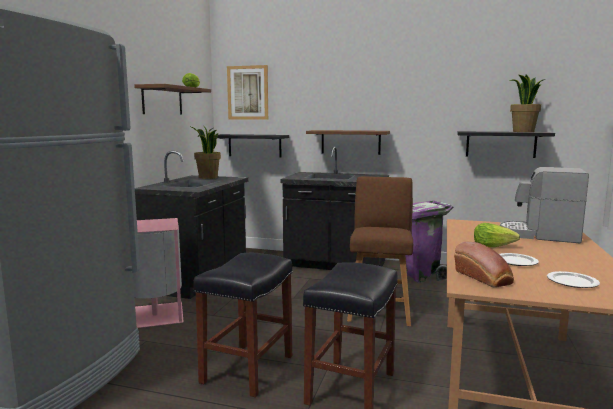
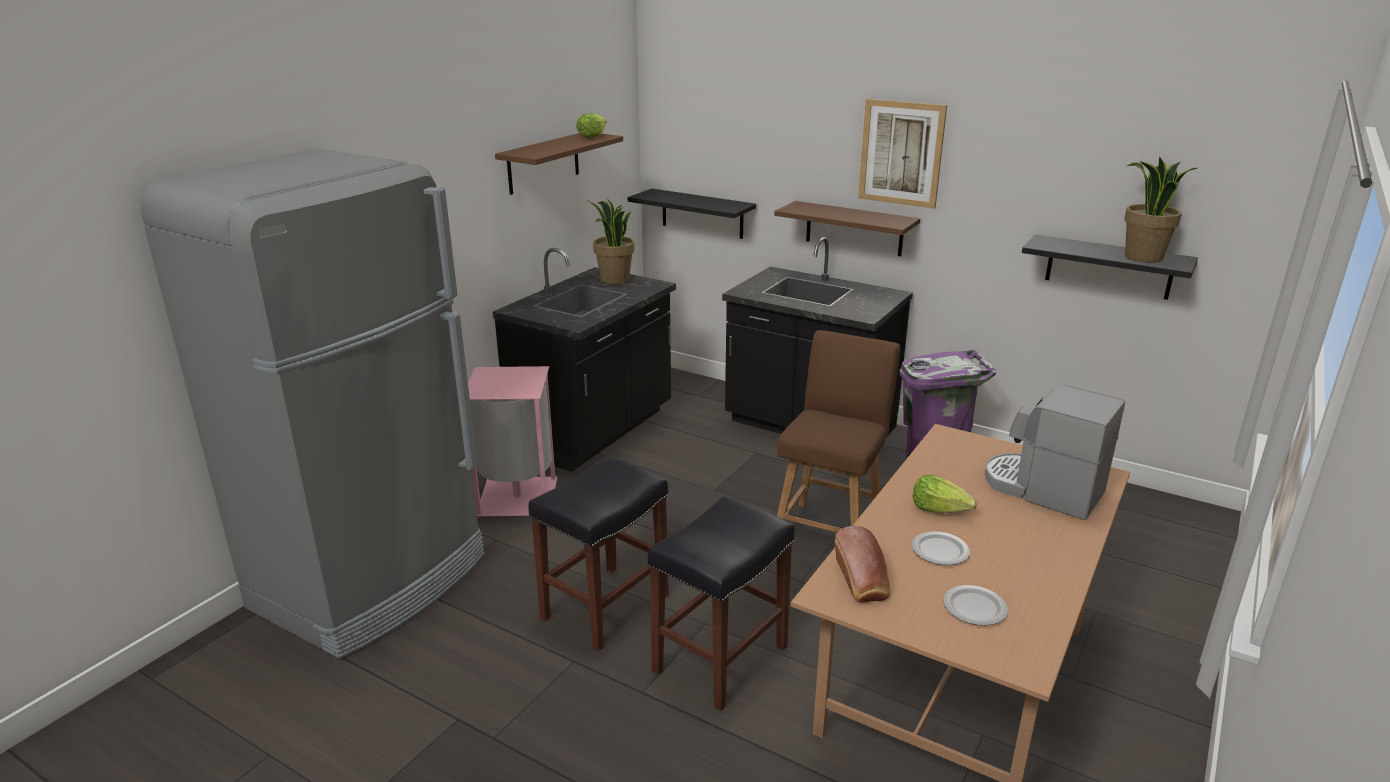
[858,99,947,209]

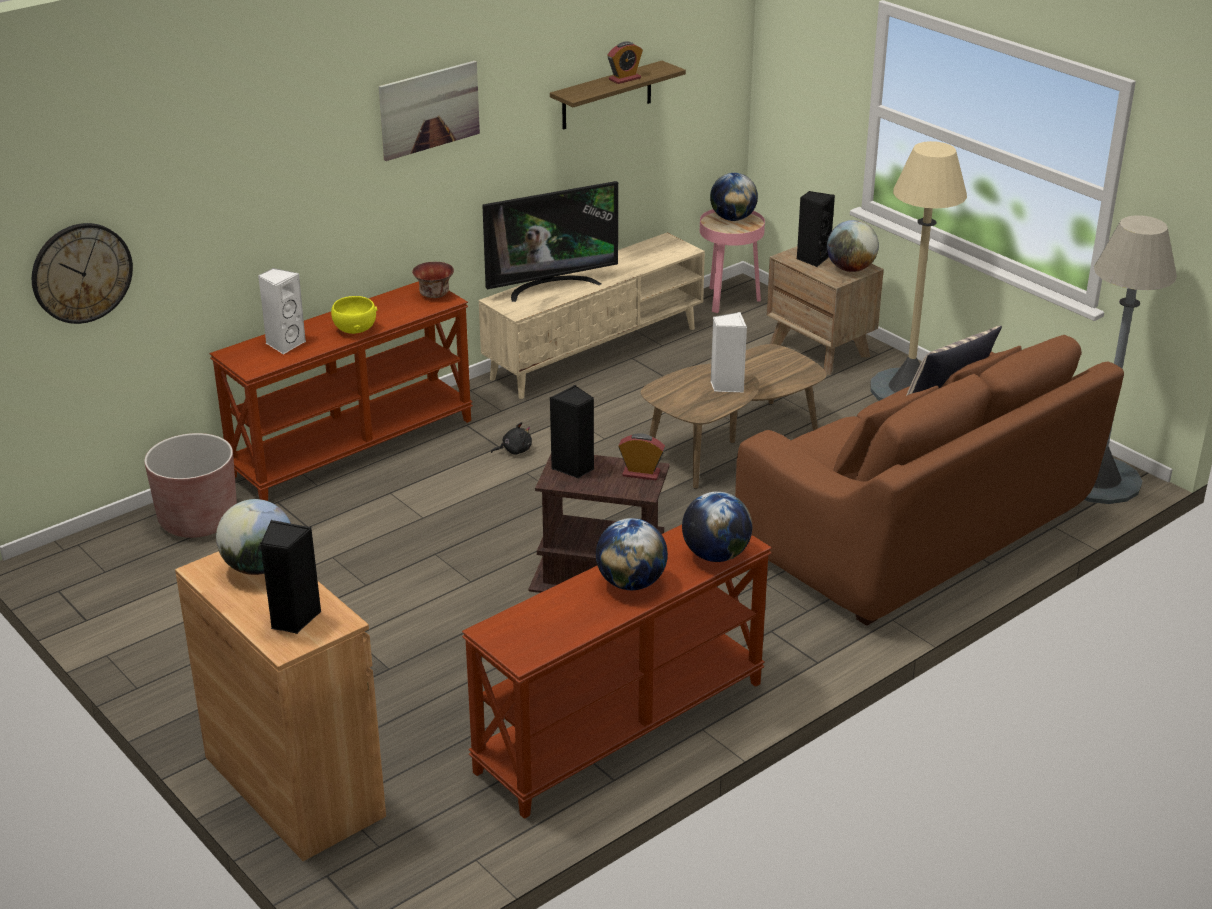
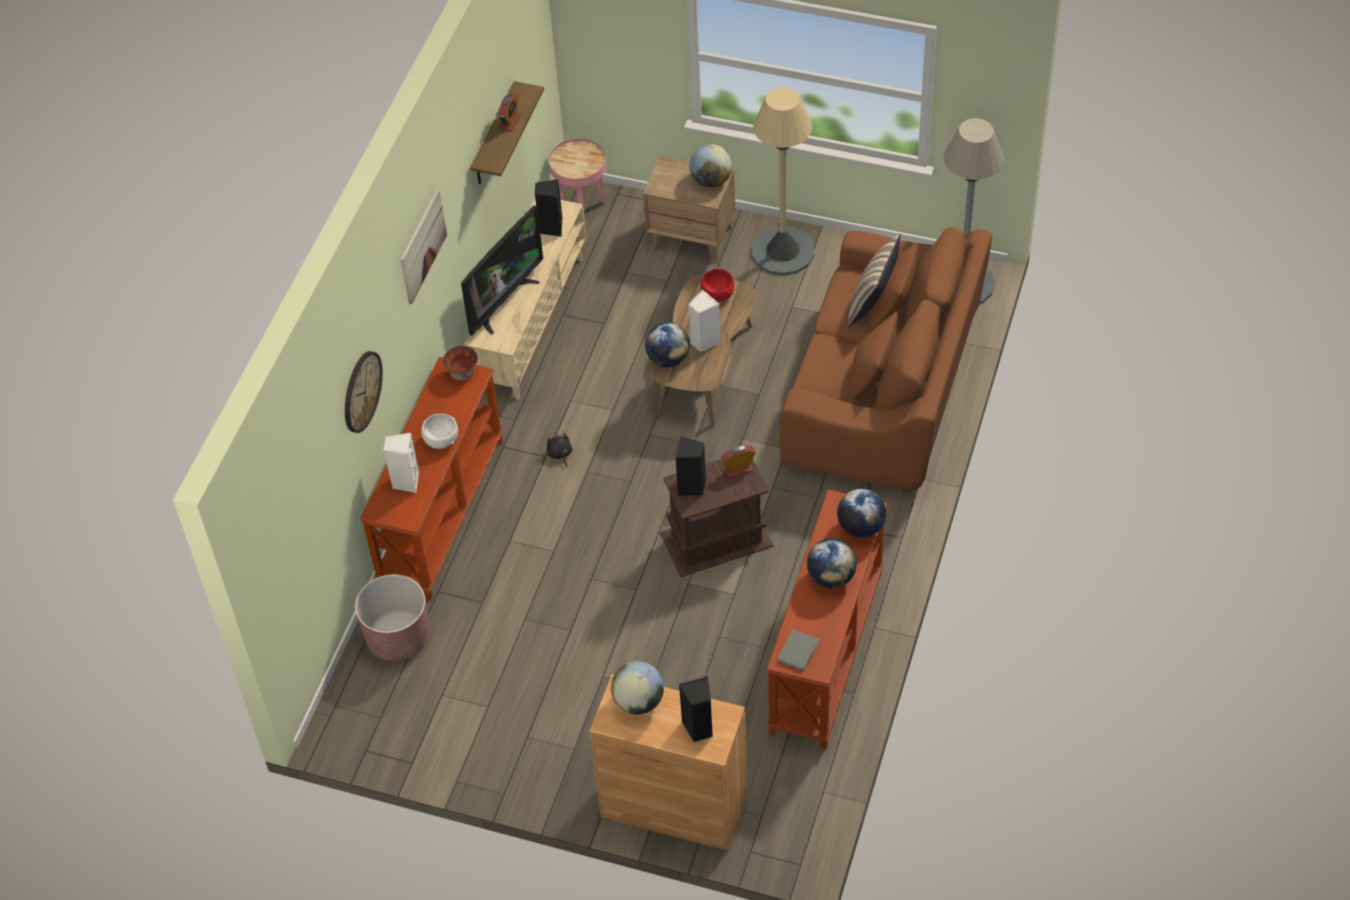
[645,323,690,367]
[535,179,563,237]
[345,351,383,433]
[421,414,458,449]
[547,432,573,468]
[701,269,734,301]
[777,629,819,671]

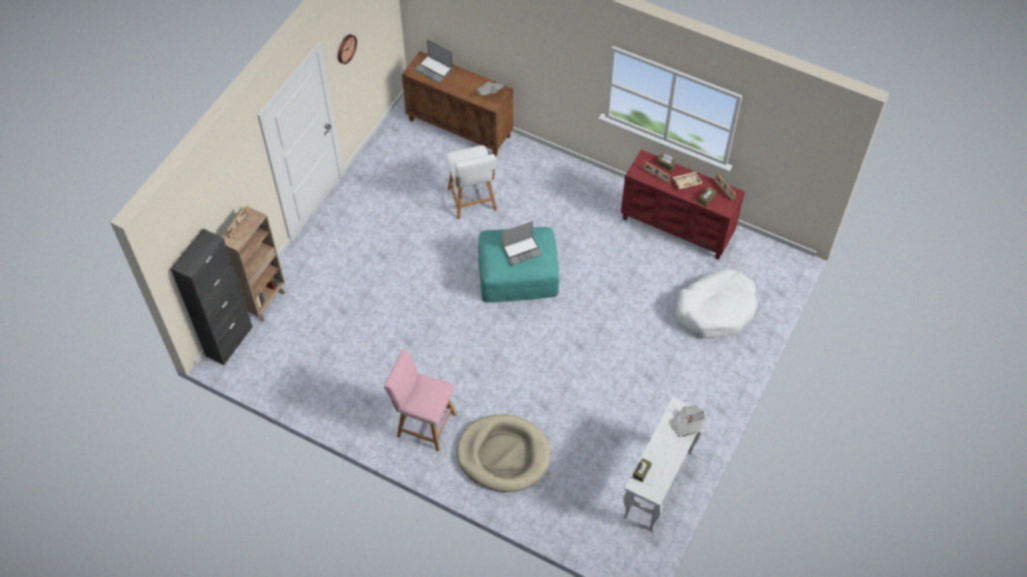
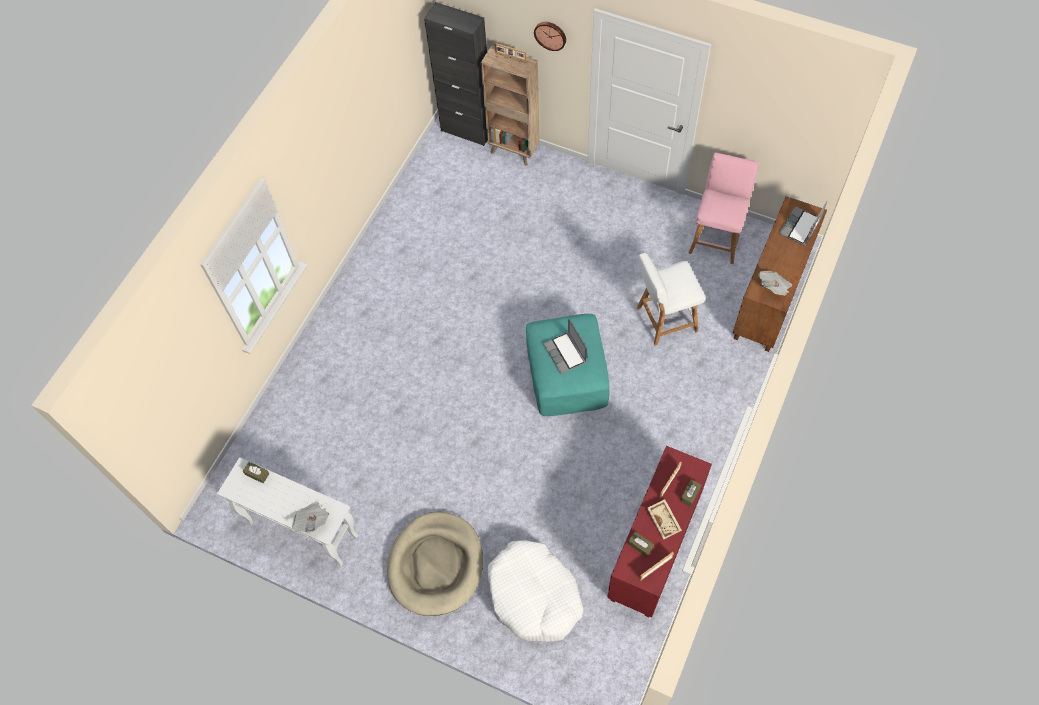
[534,22,566,51]
[689,152,759,264]
[387,512,483,616]

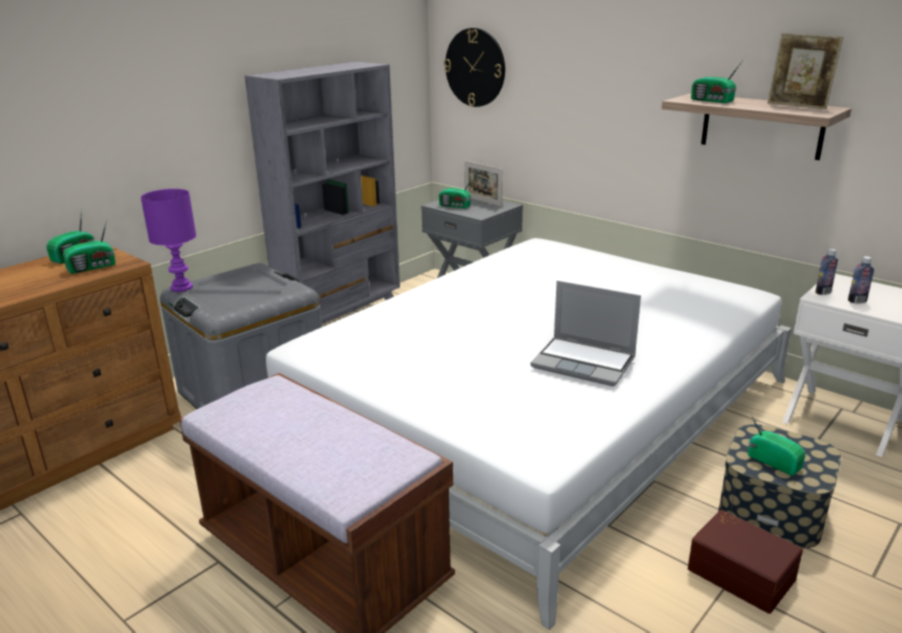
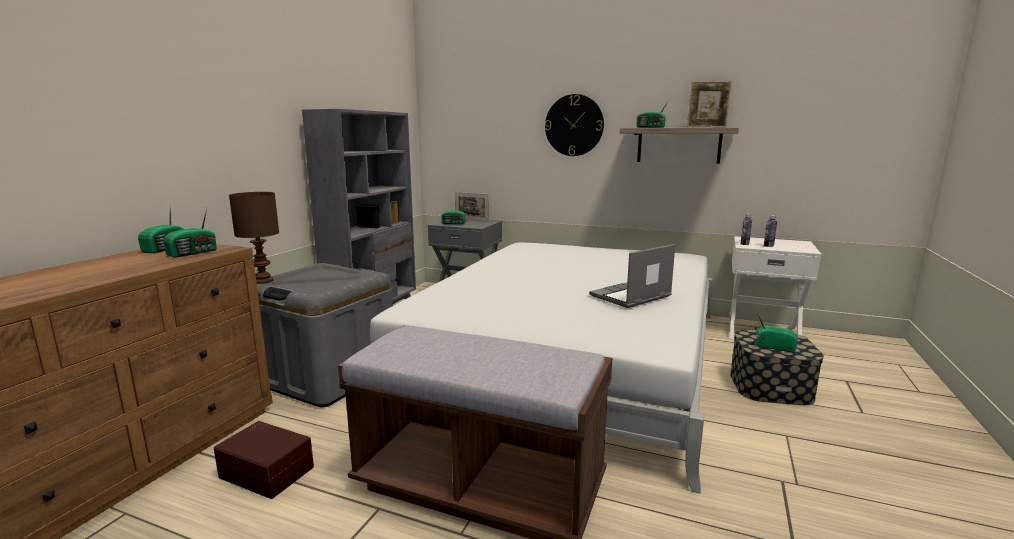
[545,94,604,156]
[229,192,279,284]
[589,244,675,308]
[214,421,314,499]

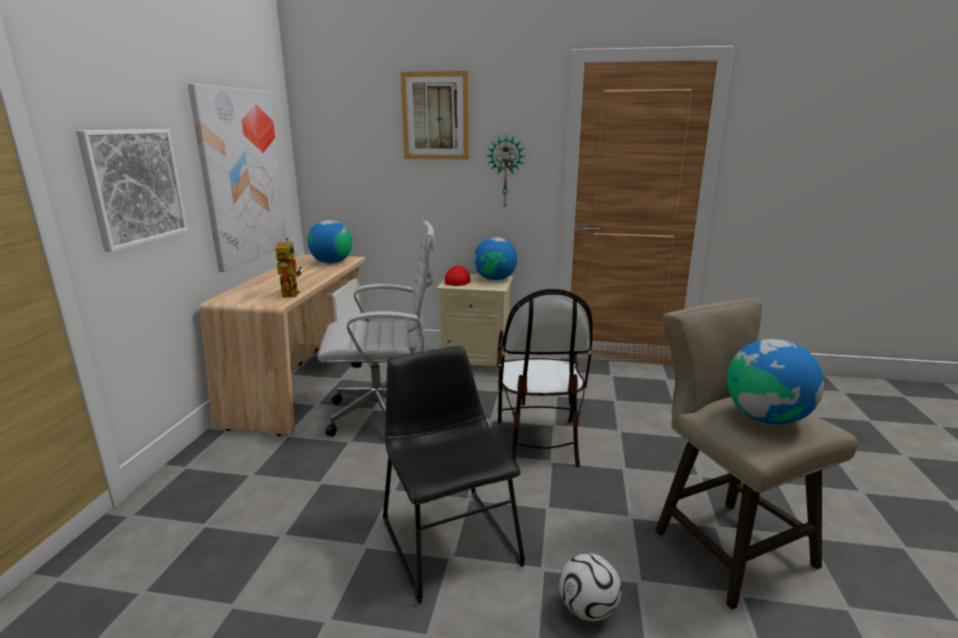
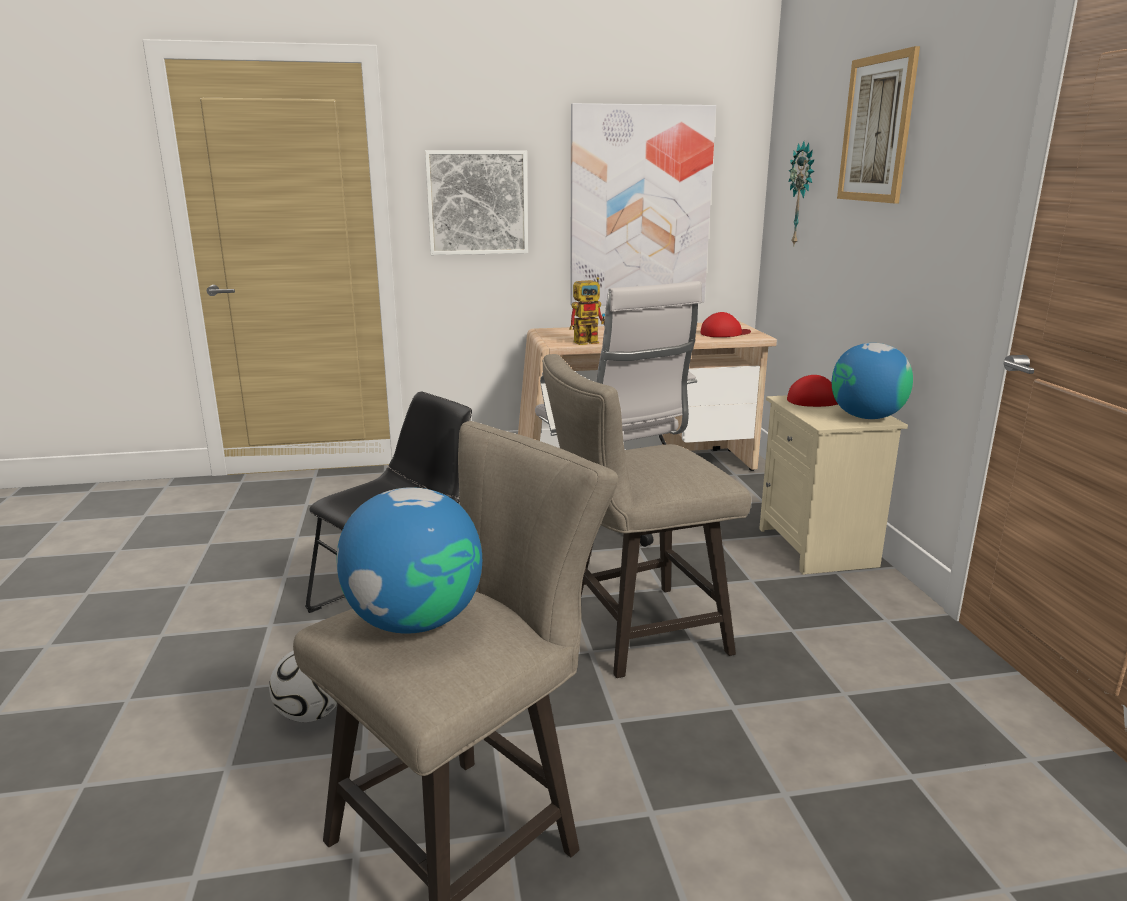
[788,141,815,245]
[700,312,751,337]
[542,354,751,678]

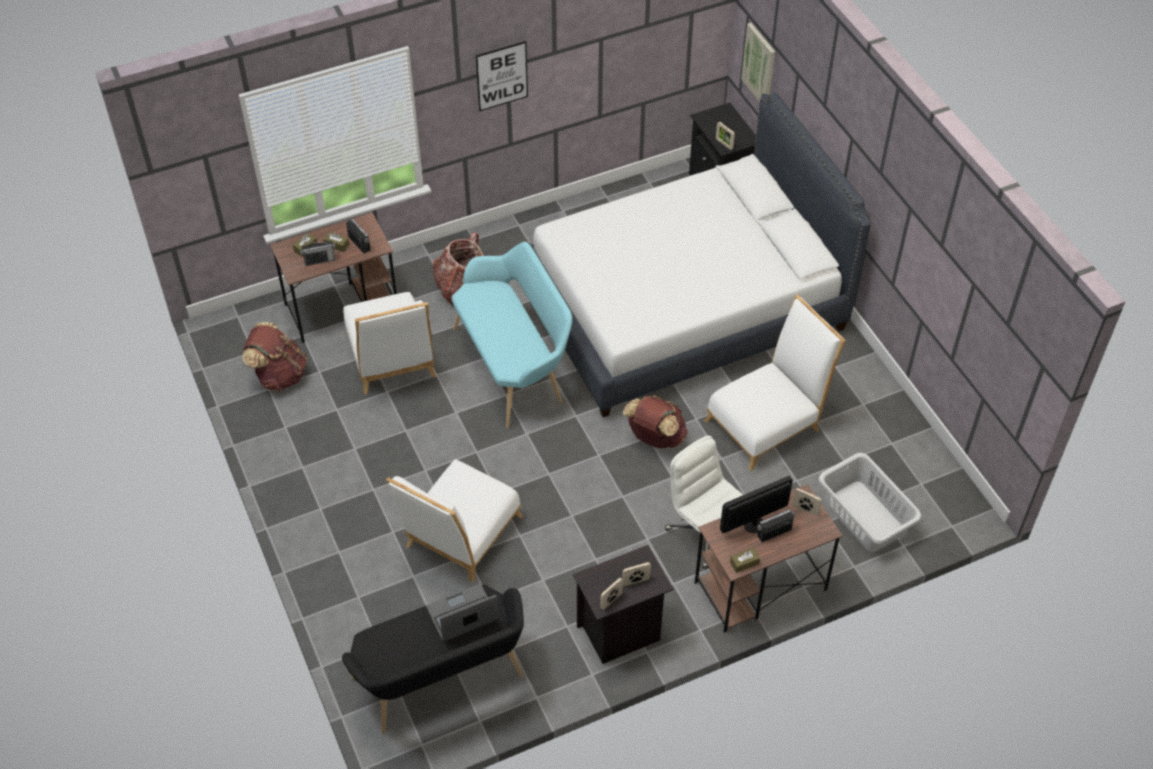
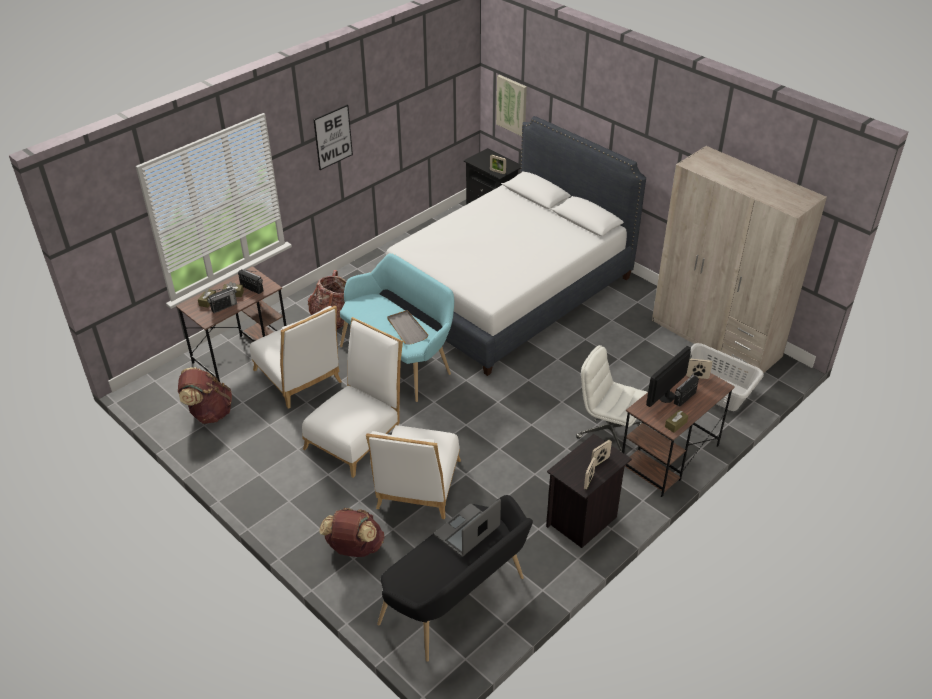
[302,317,403,478]
[319,508,385,557]
[652,146,827,373]
[387,310,429,345]

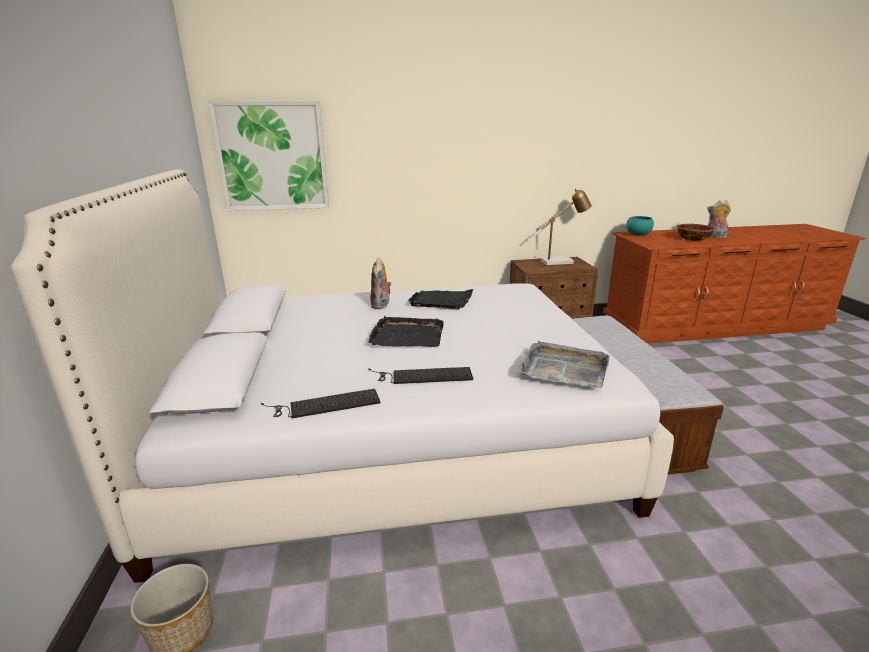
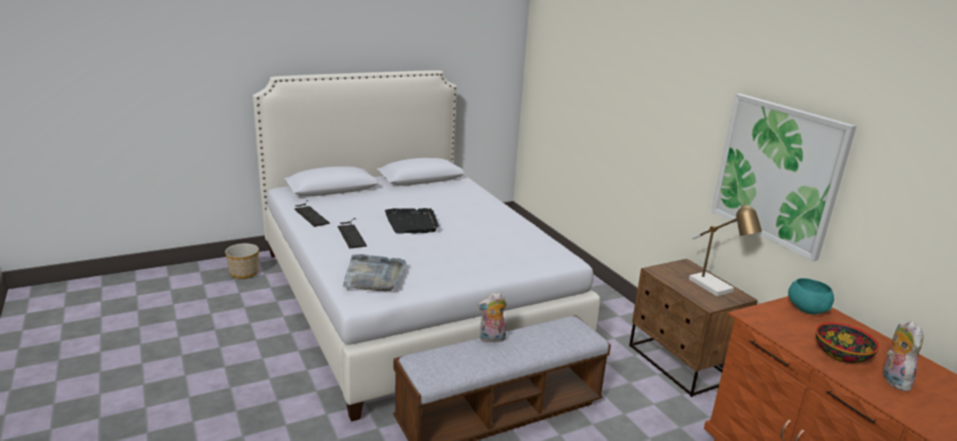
[711,94,857,261]
[477,292,507,343]
[408,289,474,310] (first image)

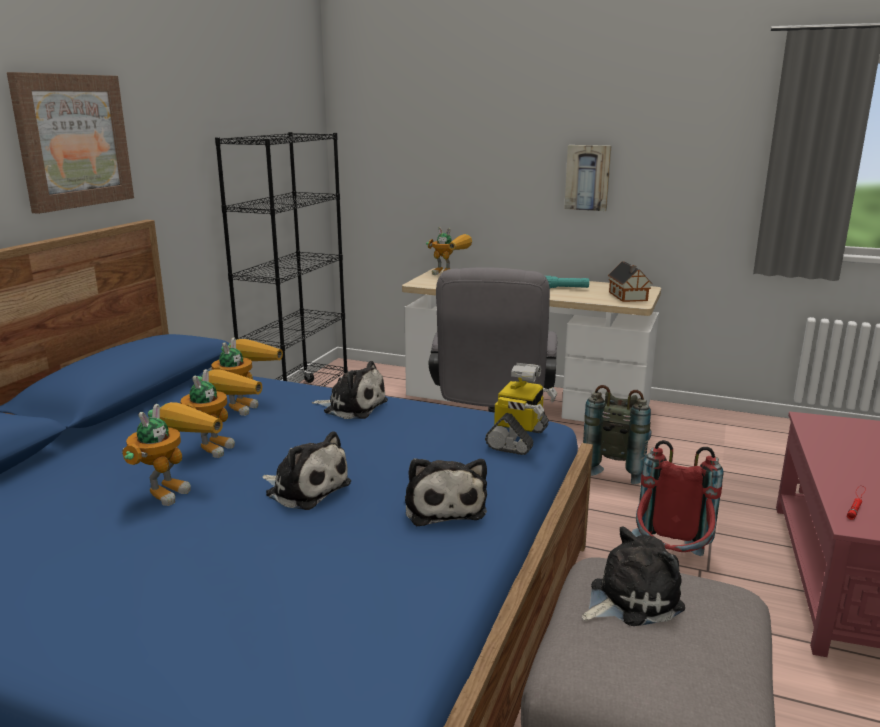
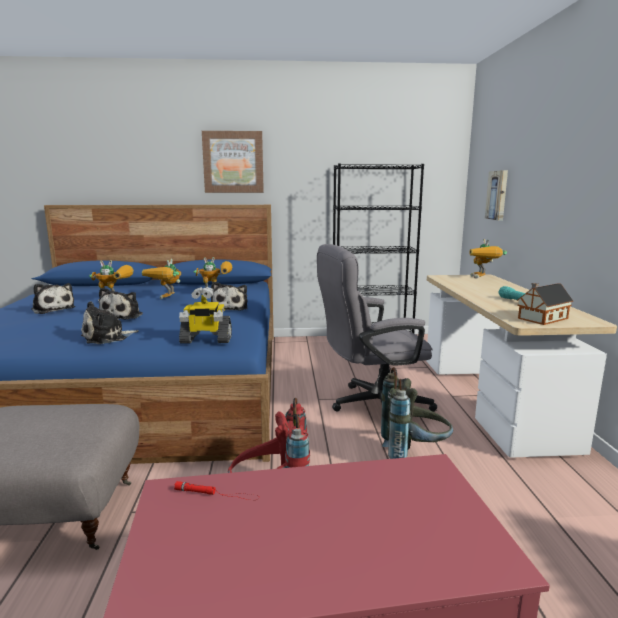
[485,170,508,220]
[142,259,181,299]
[31,283,75,314]

